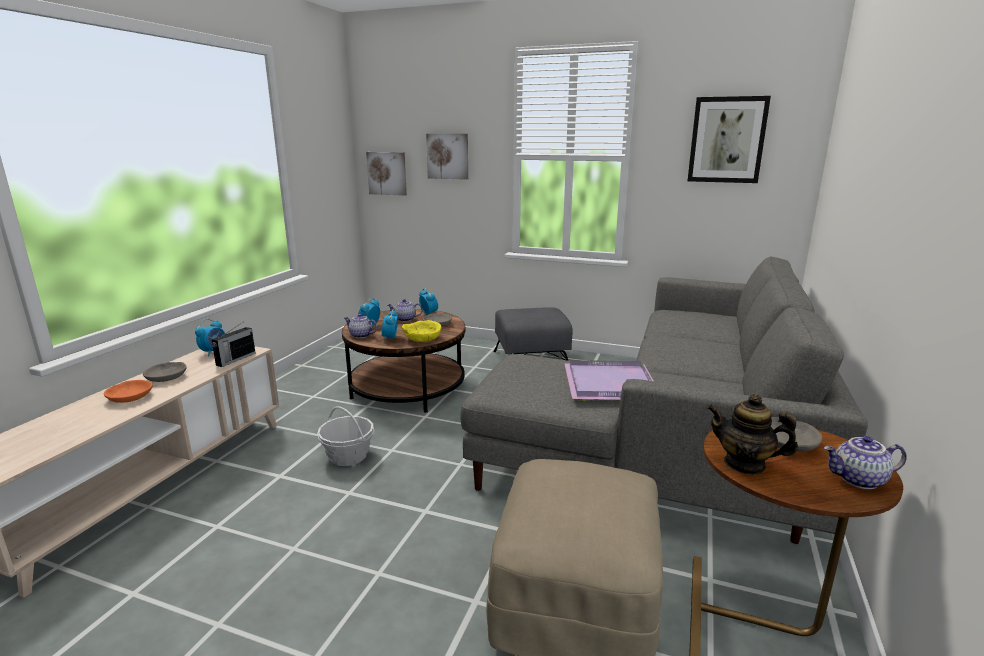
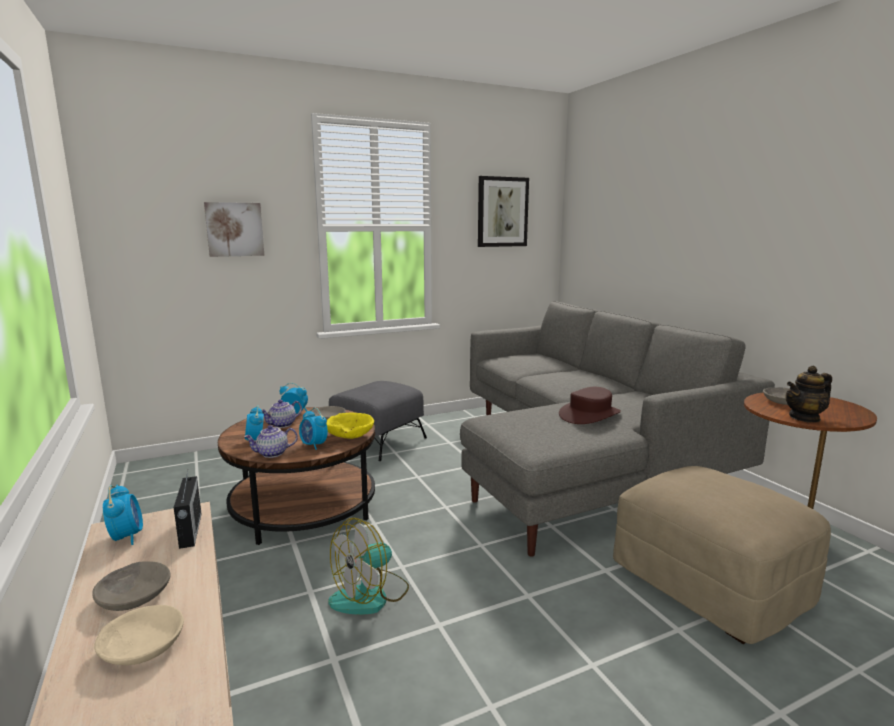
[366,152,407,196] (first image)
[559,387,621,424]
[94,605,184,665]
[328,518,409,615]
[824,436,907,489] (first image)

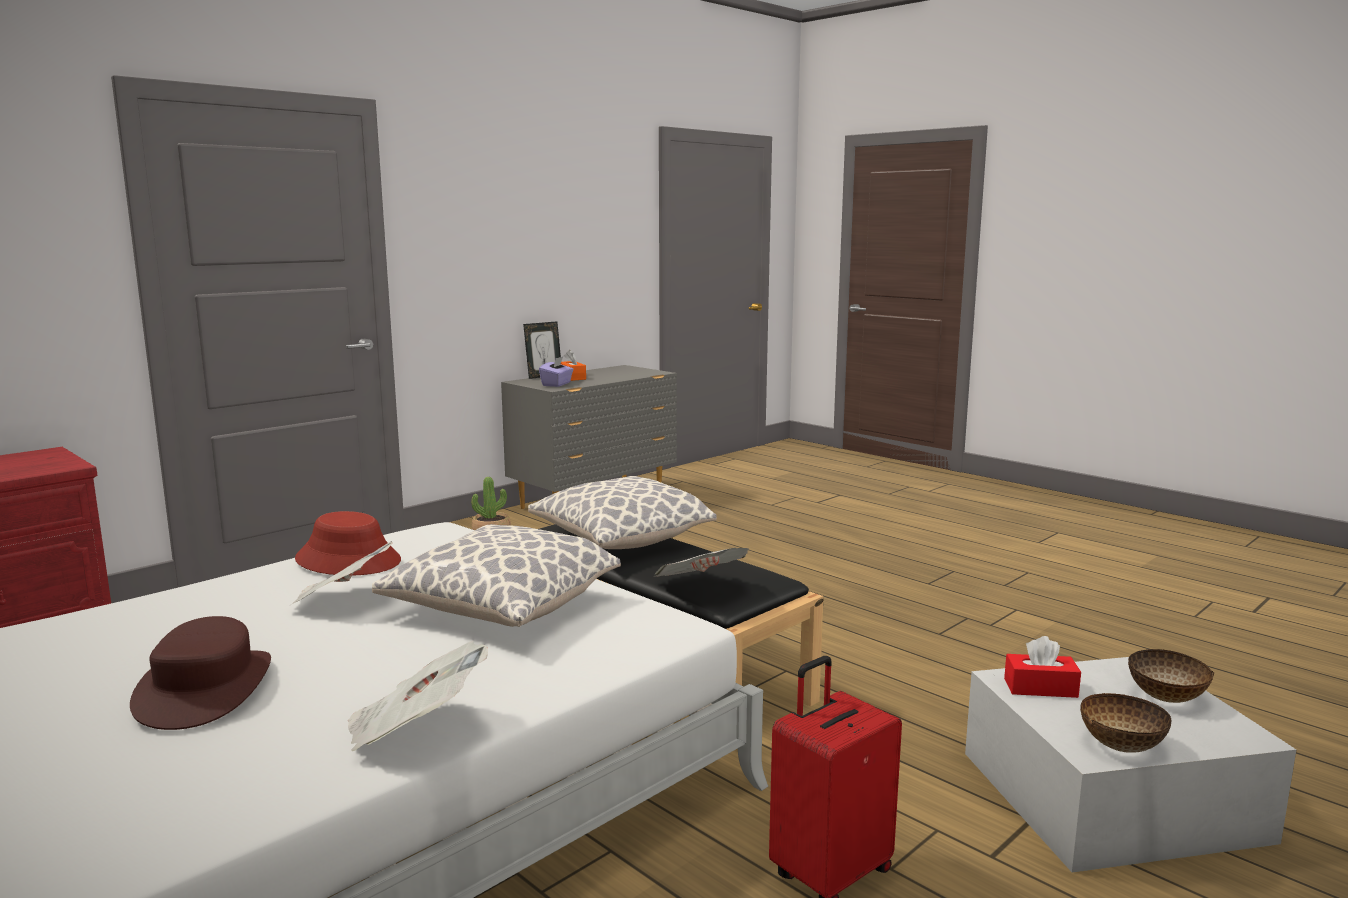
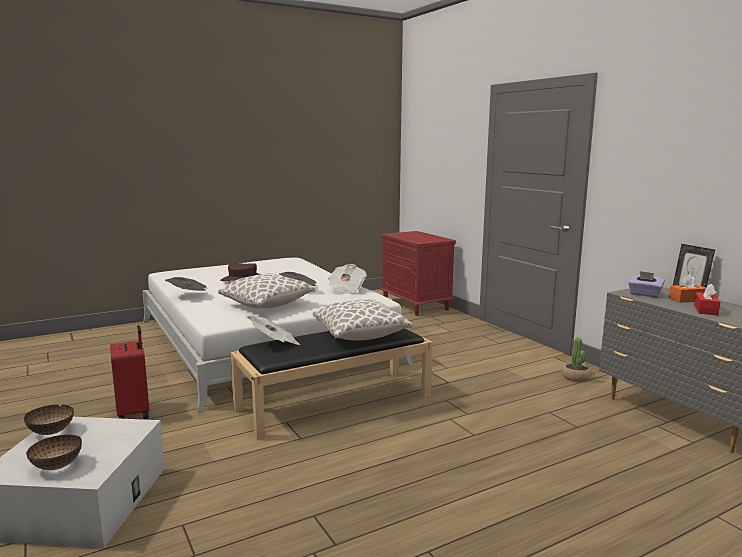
[328,264,367,295]
[694,284,720,315]

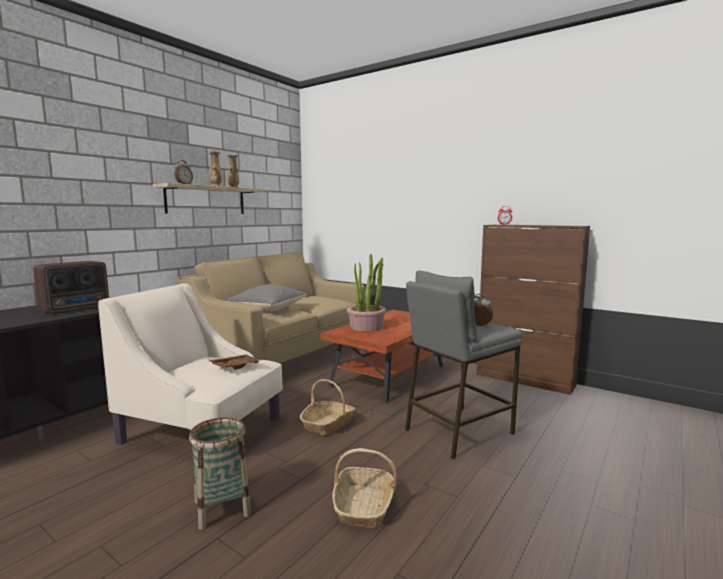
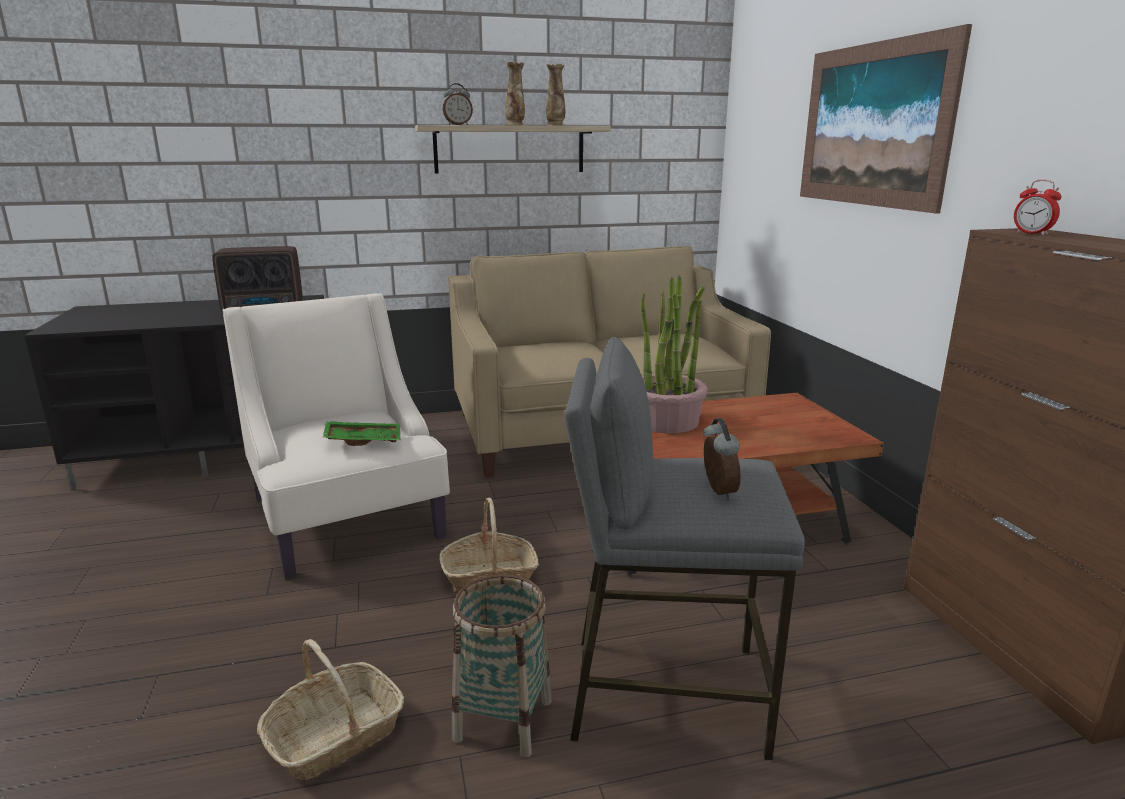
[226,284,308,311] (first image)
[323,421,400,446]
[452,574,552,758]
[800,24,972,214]

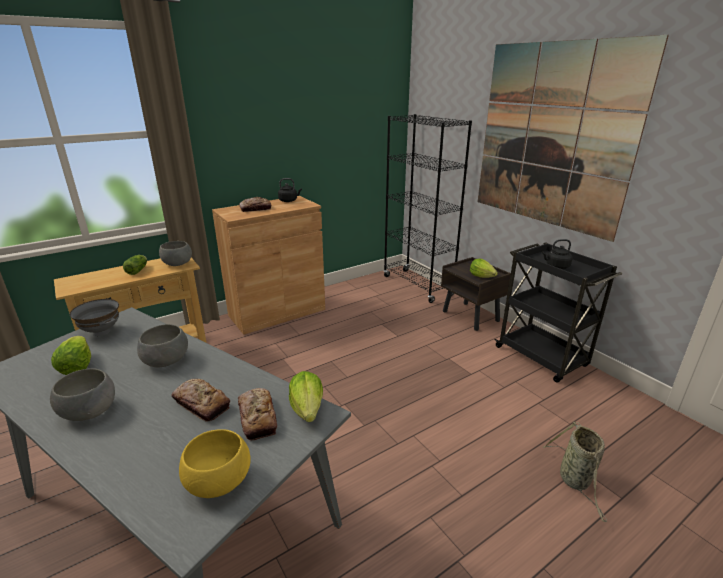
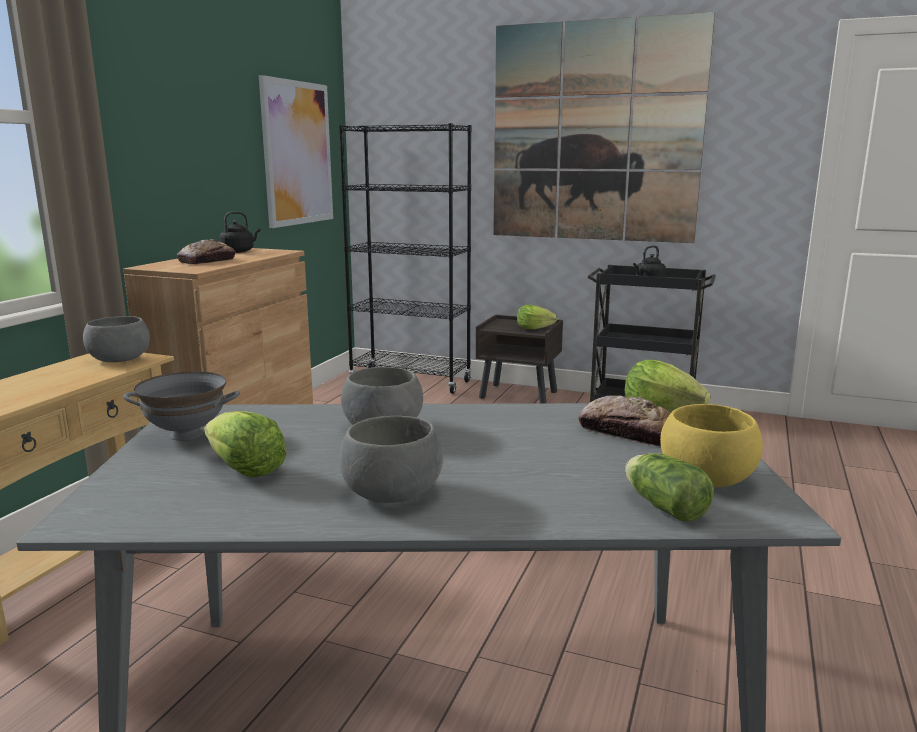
[625,453,714,521]
[172,379,230,421] (first image)
[543,422,607,522] (first image)
[259,75,333,228]

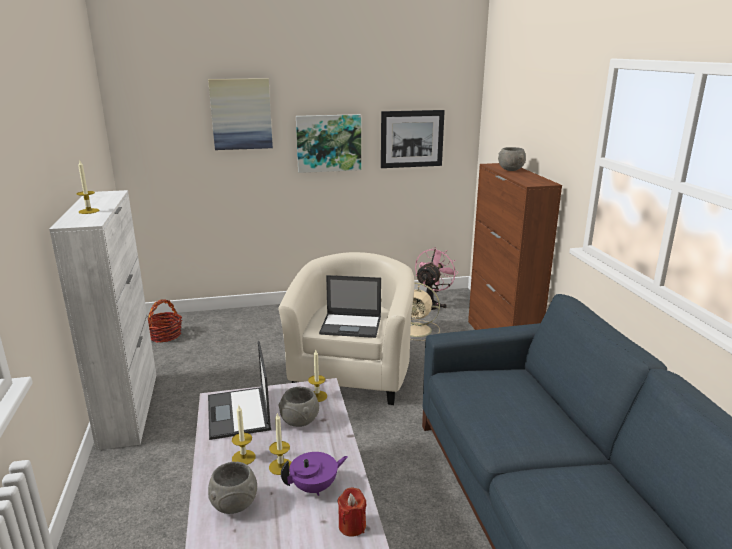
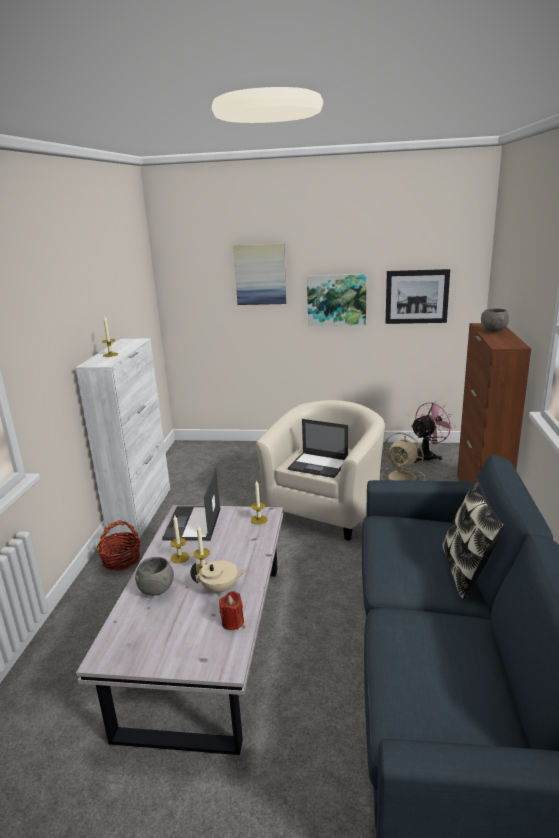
[97,520,141,571]
[279,387,319,427] (first image)
[190,561,248,596]
[442,479,505,600]

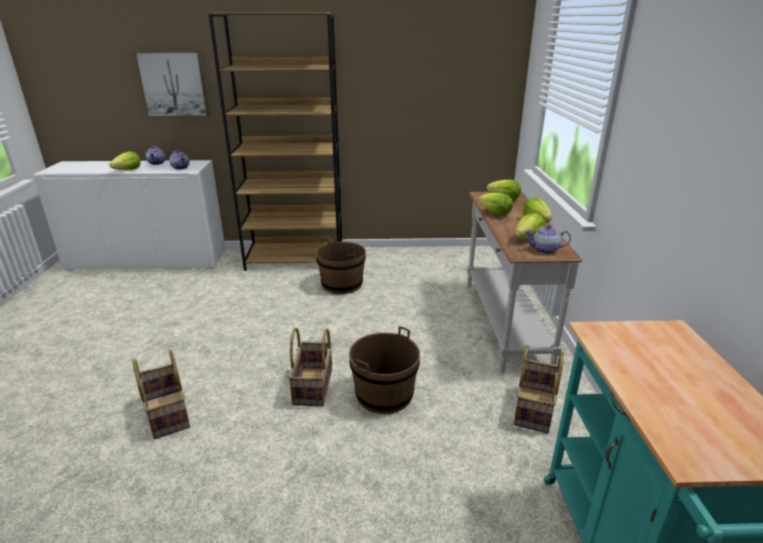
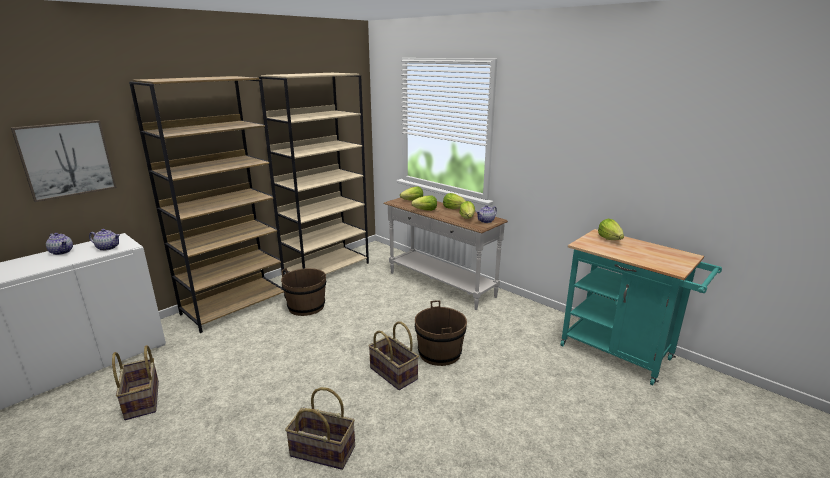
[598,219,624,240]
[112,345,159,420]
[259,73,369,274]

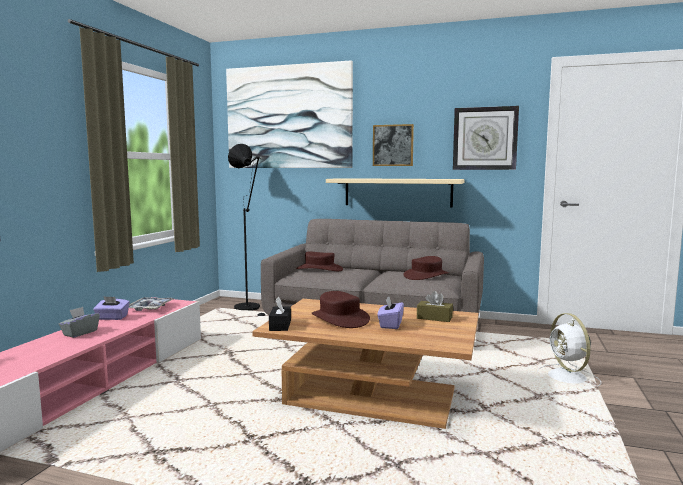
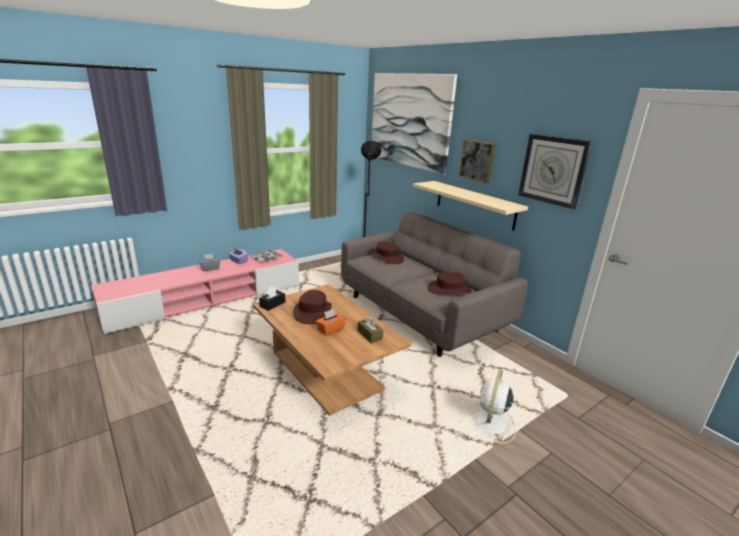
[316,309,346,335]

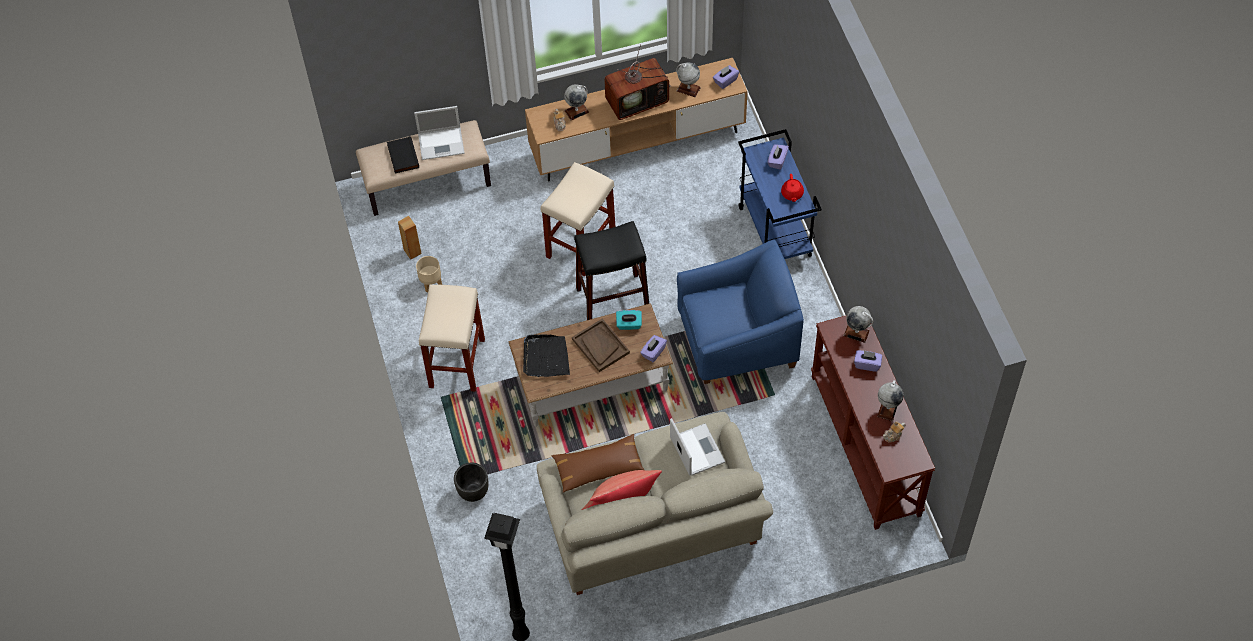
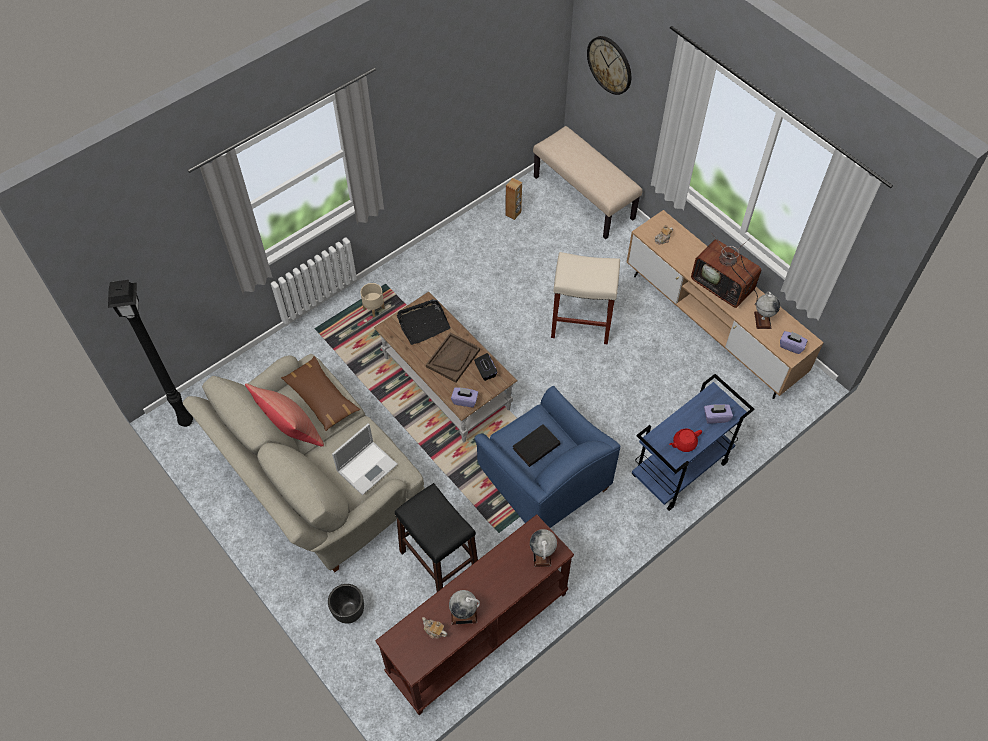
[564,84,589,120] (first image)
[414,106,465,160] (first image)
[513,424,560,467]
[395,483,478,592]
[361,283,385,317]
[419,285,485,392] (first image)
[474,353,497,381]
[854,350,882,372] (first image)
[328,584,364,624]
[587,36,631,95]

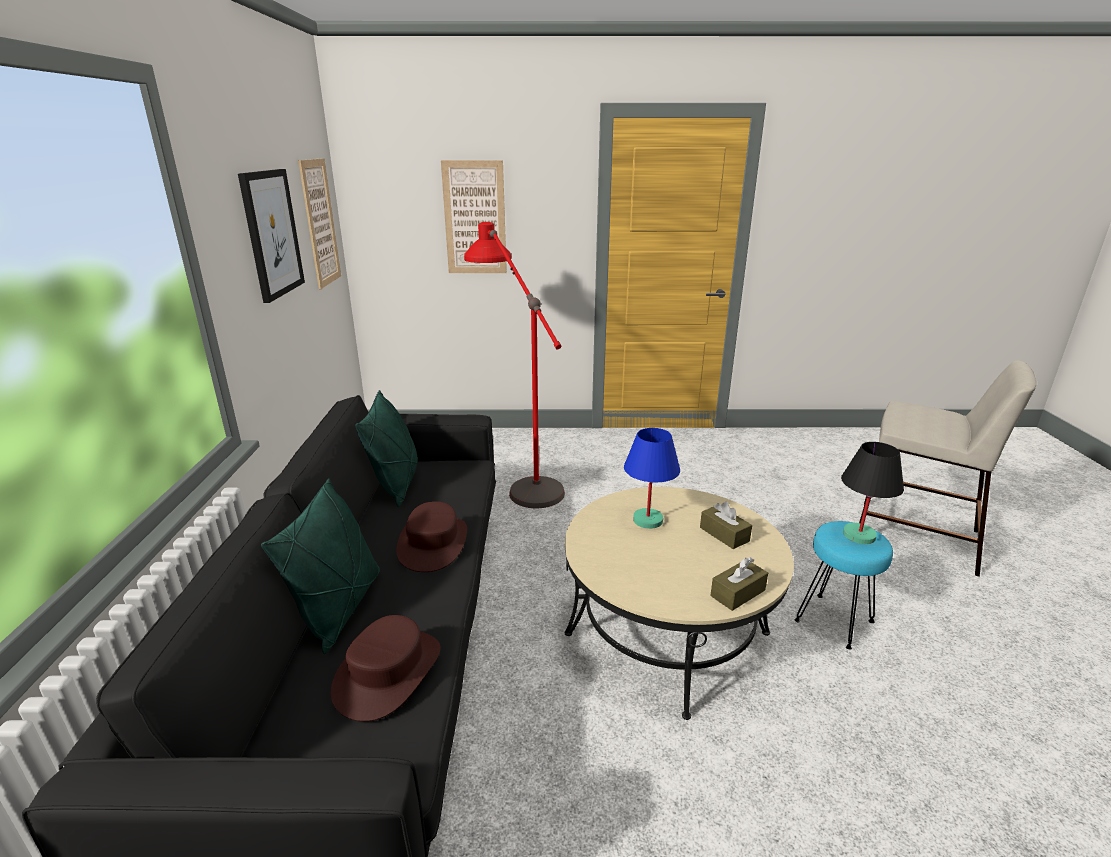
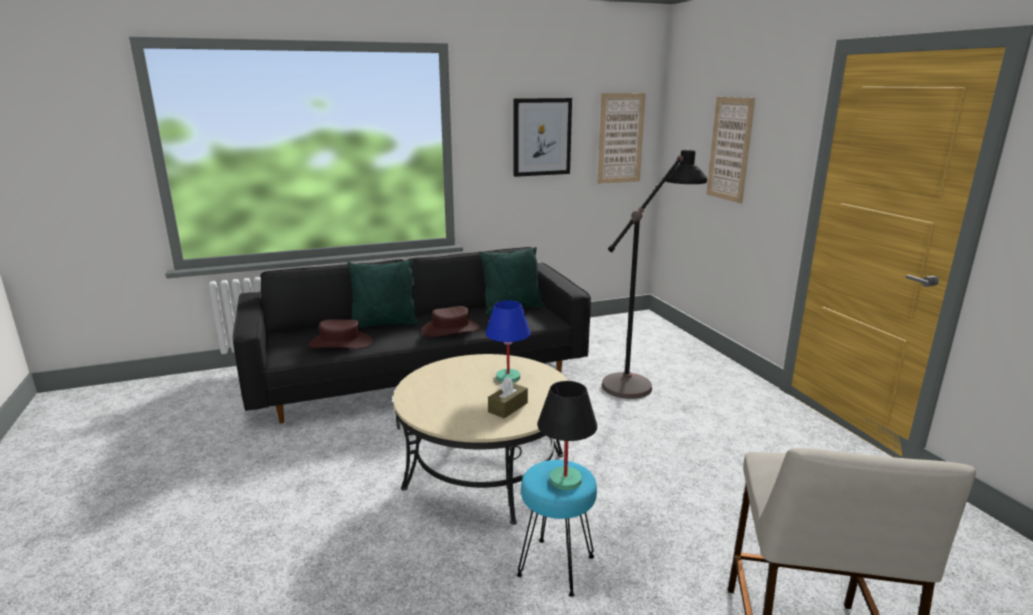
[601,149,707,399]
[710,557,768,611] (first image)

